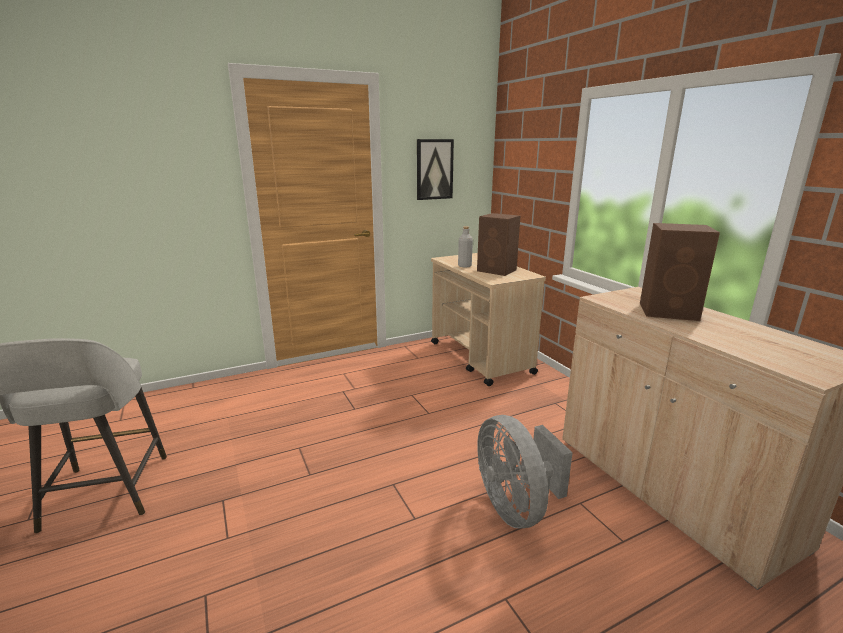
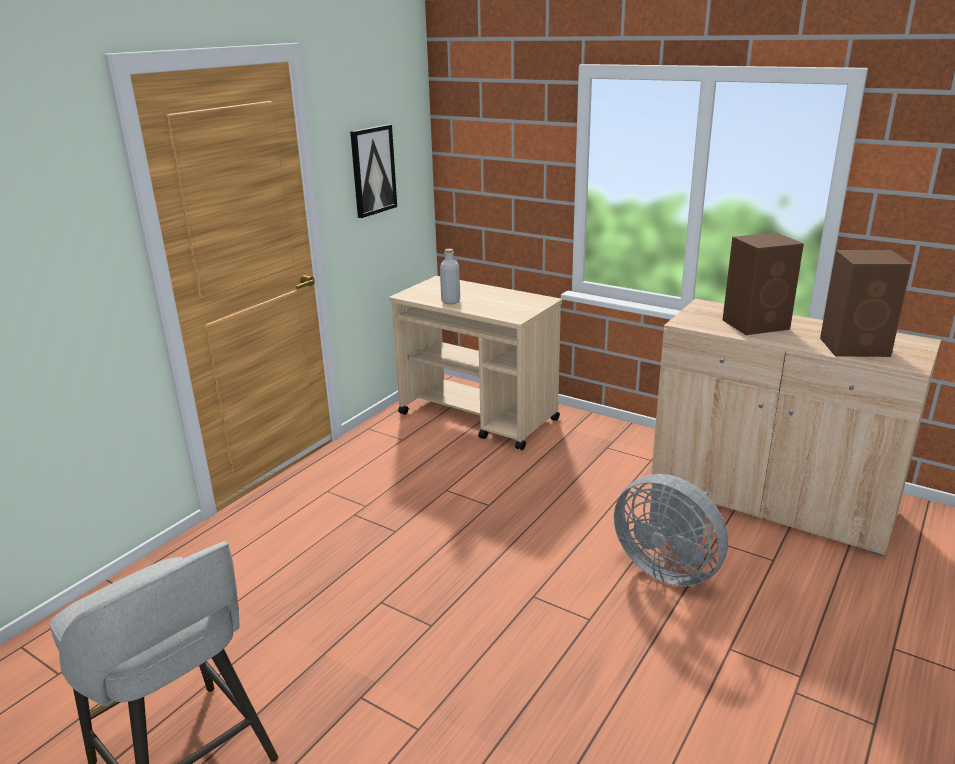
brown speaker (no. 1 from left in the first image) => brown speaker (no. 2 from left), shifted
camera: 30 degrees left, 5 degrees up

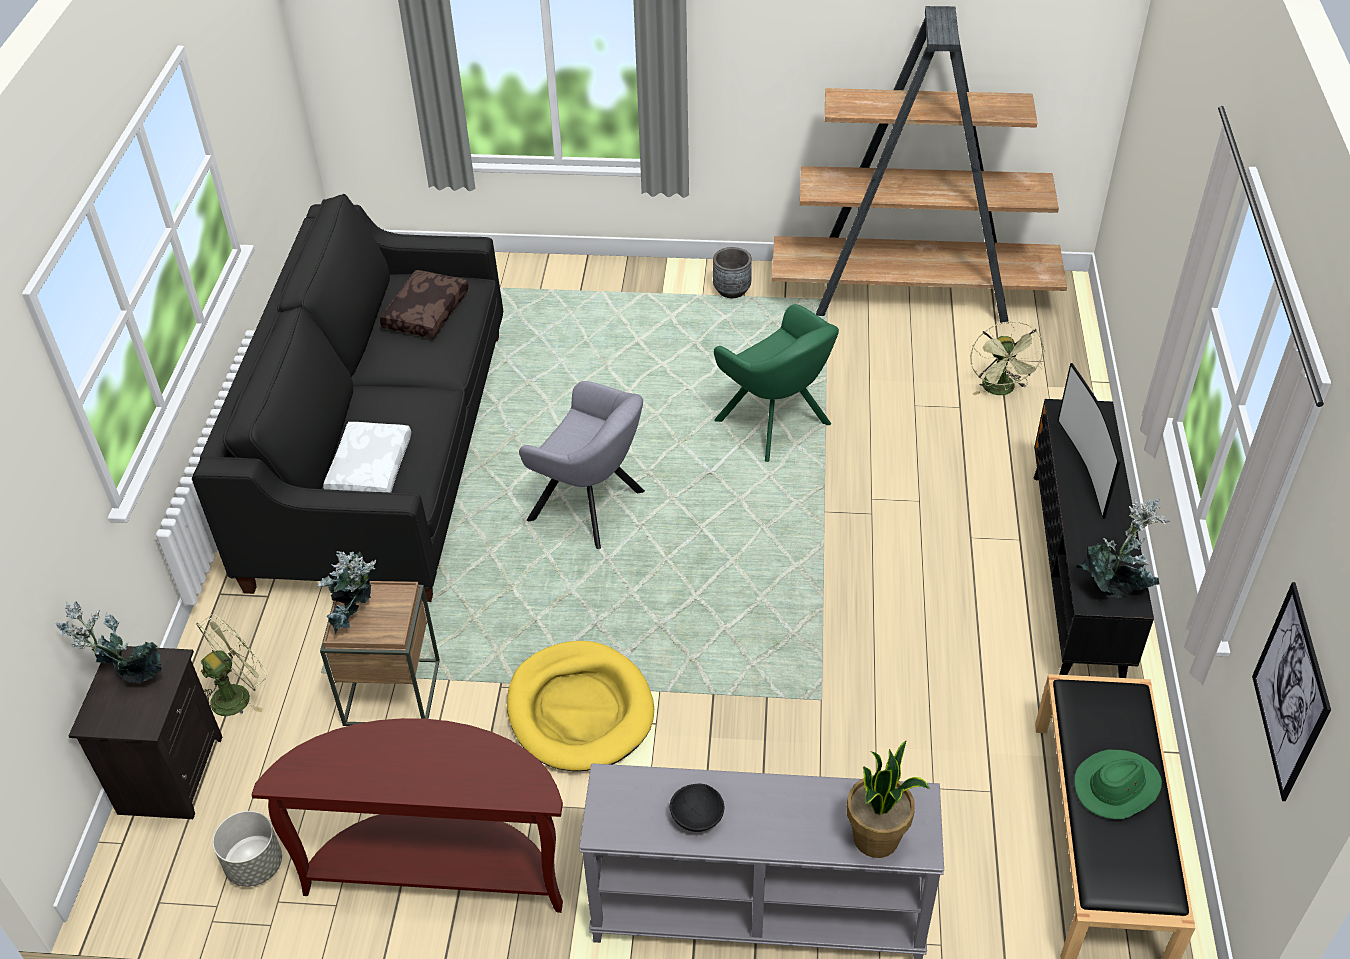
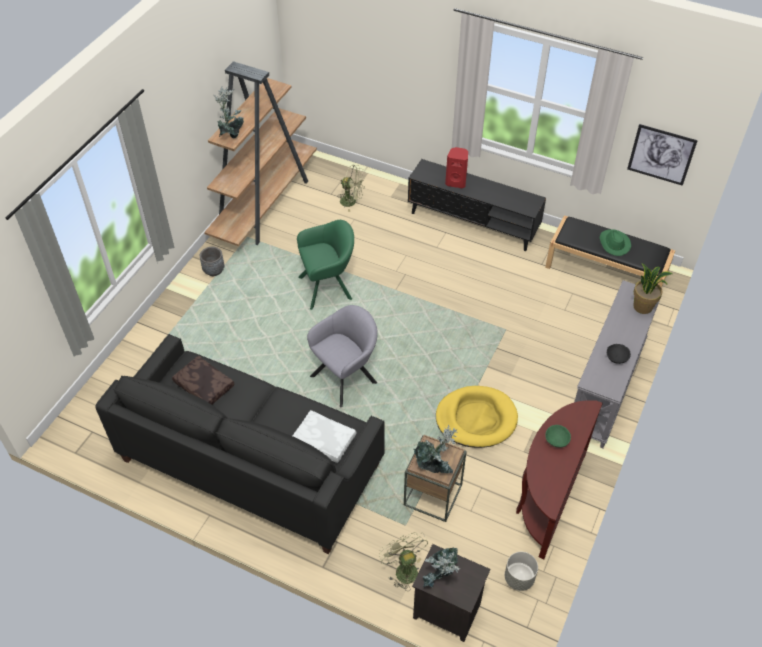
nothing => green bowl
potted plant (no. 4 from left in the first image) => potted plant (no. 1 from left), shifted
television => red speaker
camera: 70 degrees left, 5 degrees up

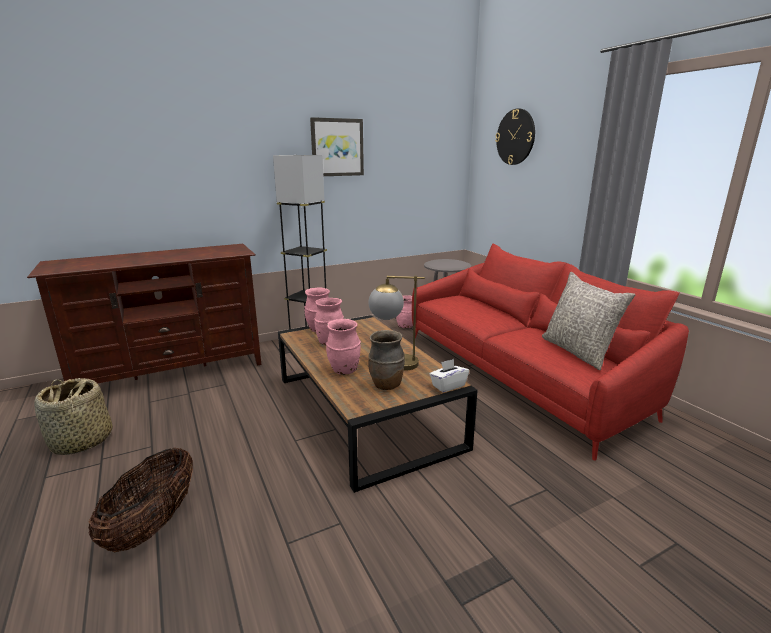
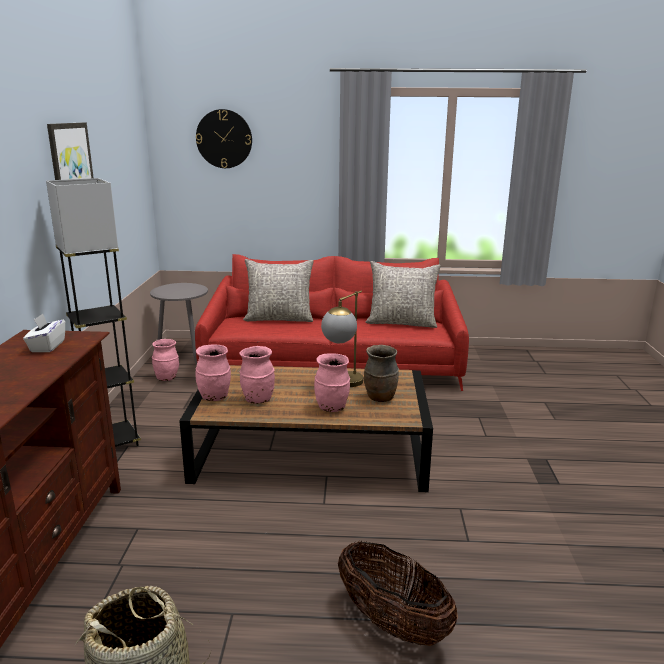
nothing => grey pillow (no. 1 from left)
white tissue box, shifted
camera: 60 degrees left, 0 degrees up

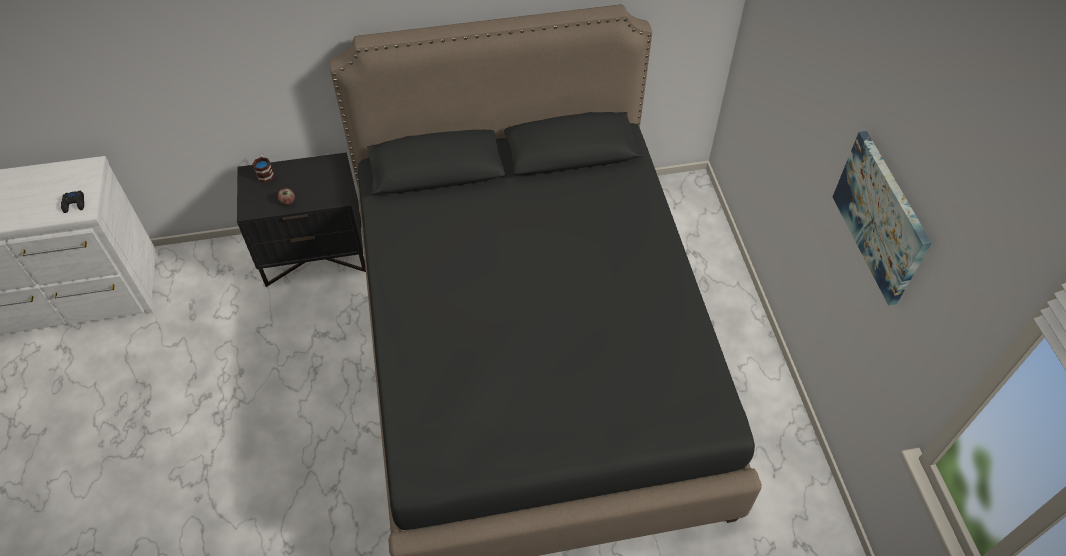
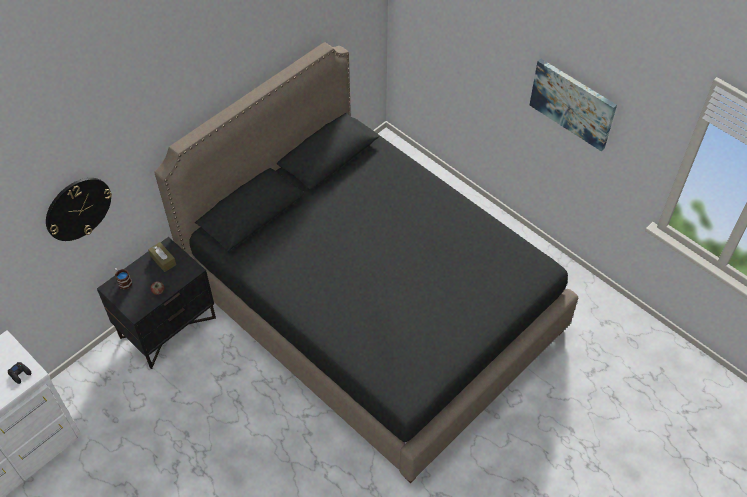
nothing => wall clock
nothing => brown tissue box
camera: 35 degrees left, 0 degrees up

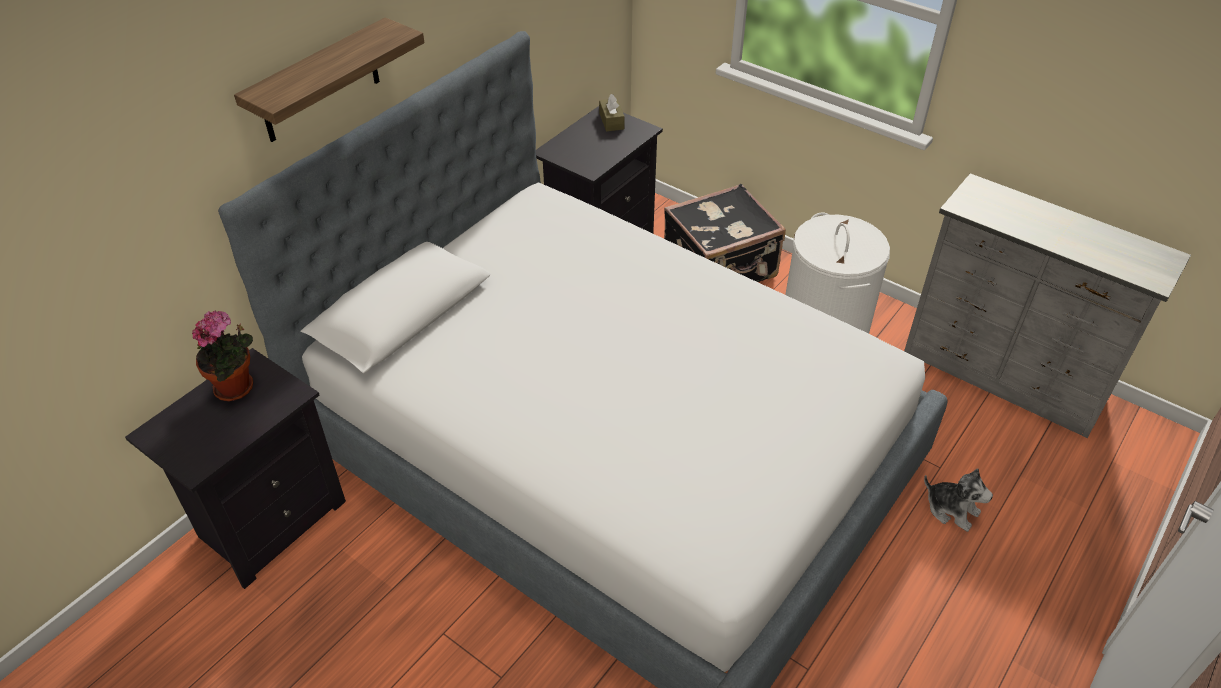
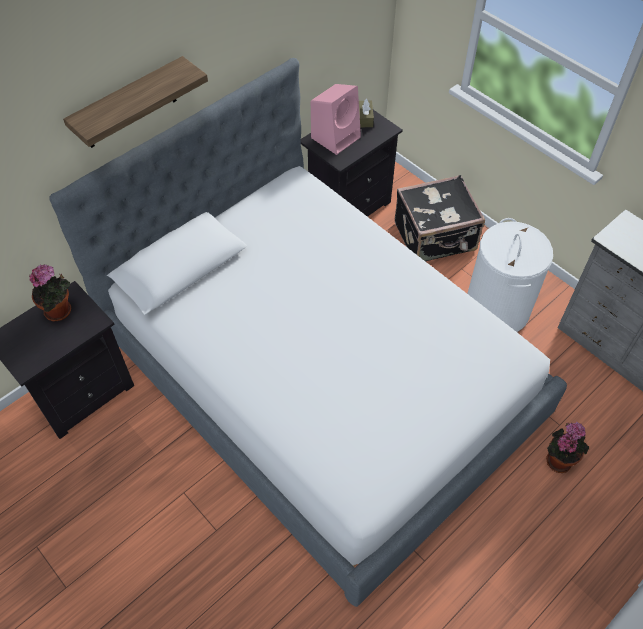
nothing => pink speaker
plush toy => potted plant (no. 2 from left)
camera: 10 degrees right, 10 degrees up

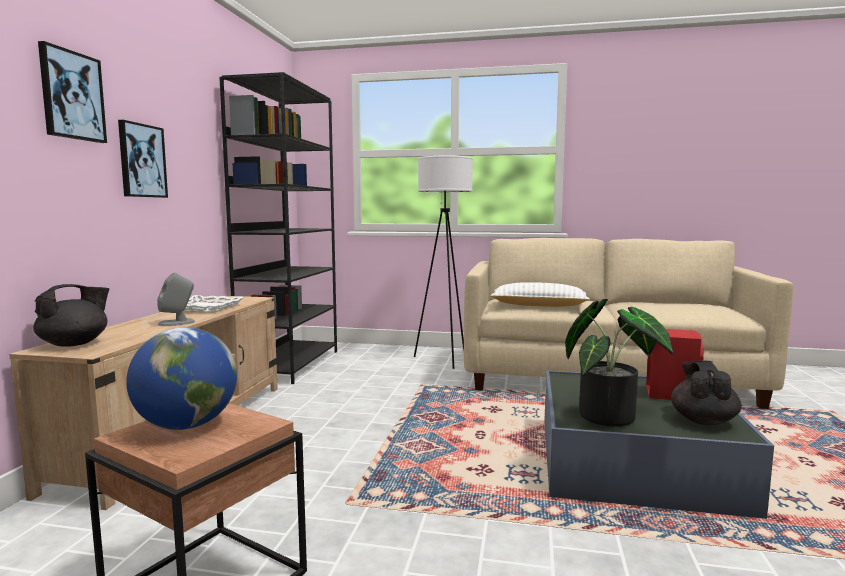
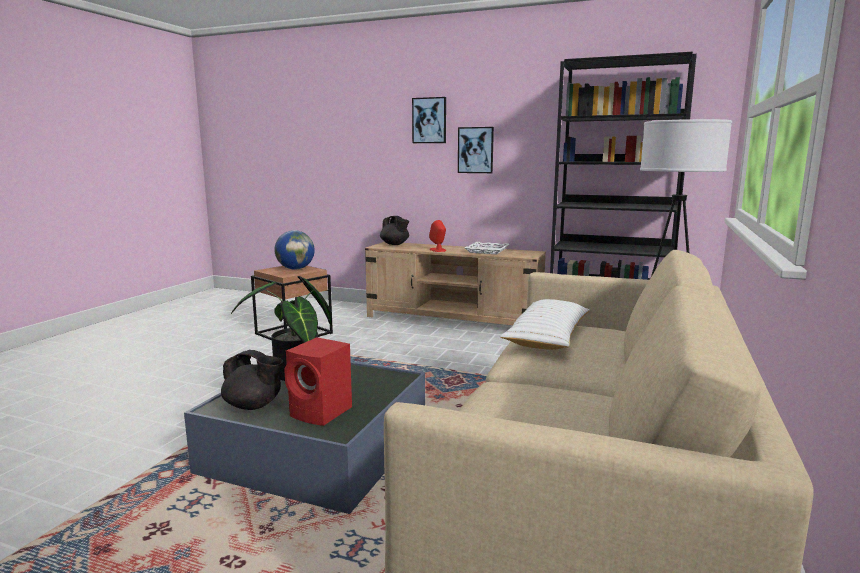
grey speaker => red speaker (no. 2 from left)
camera: 100 degrees right, 5 degrees up

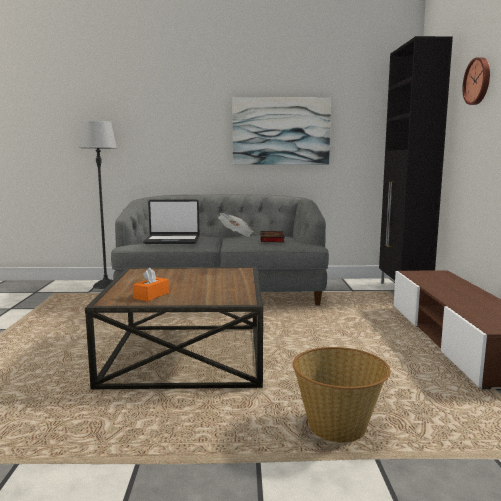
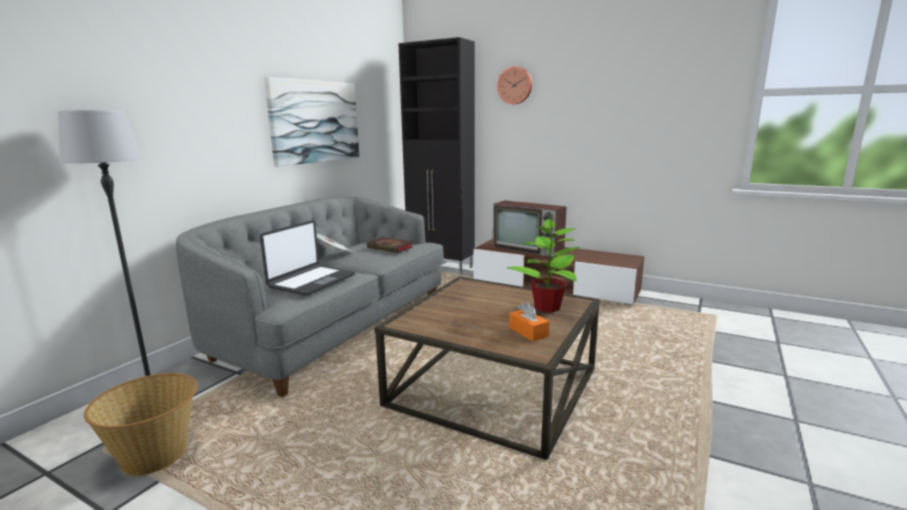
nothing => television
nothing => potted plant
basket, shifted
camera: 60 degrees left, 5 degrees up

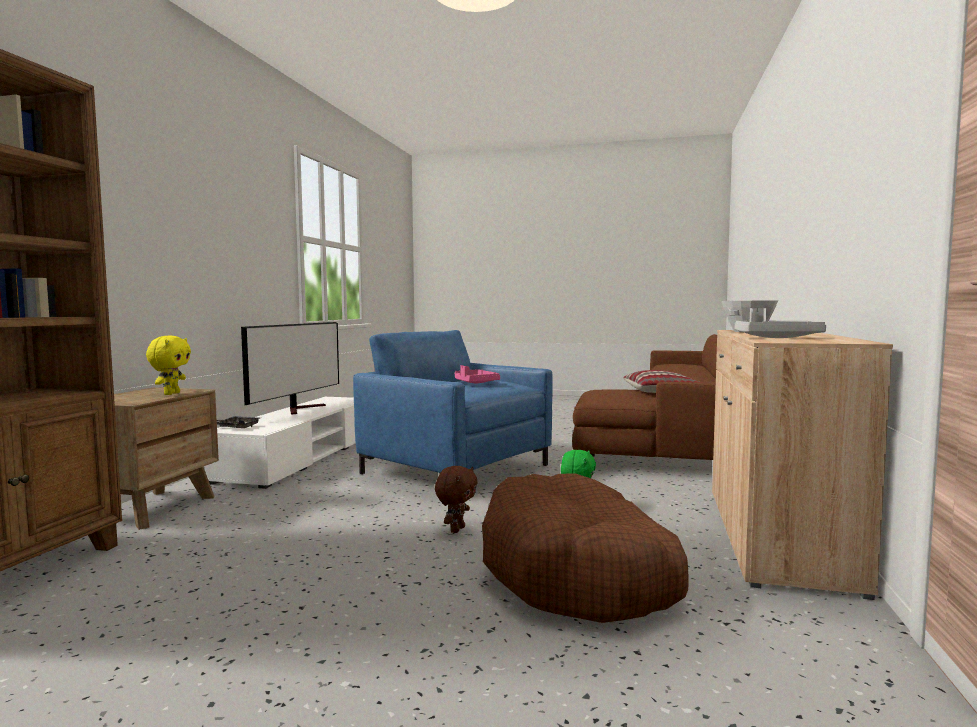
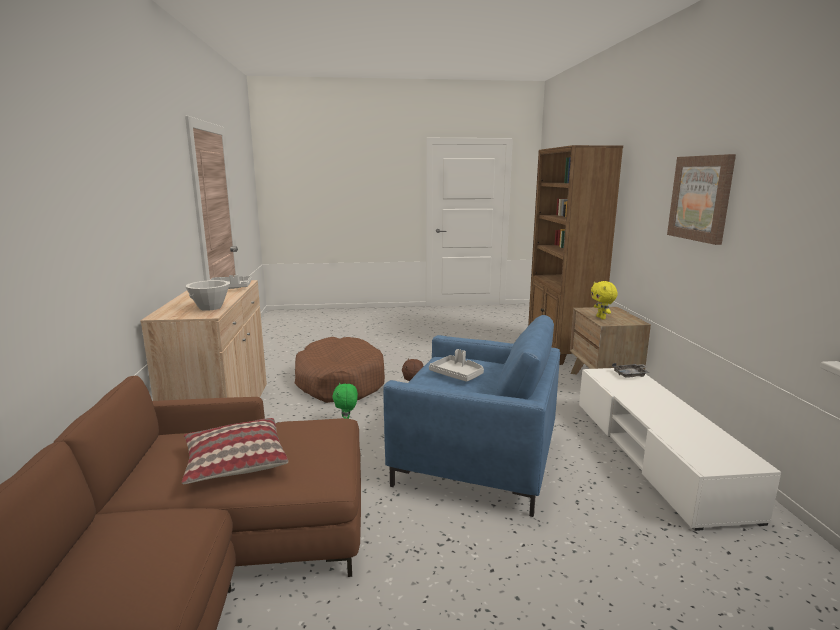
television => nothing
nothing => picture
pink tray => grey tray (no. 2 from left)
camera: 160 degrees right, 10 degrees up

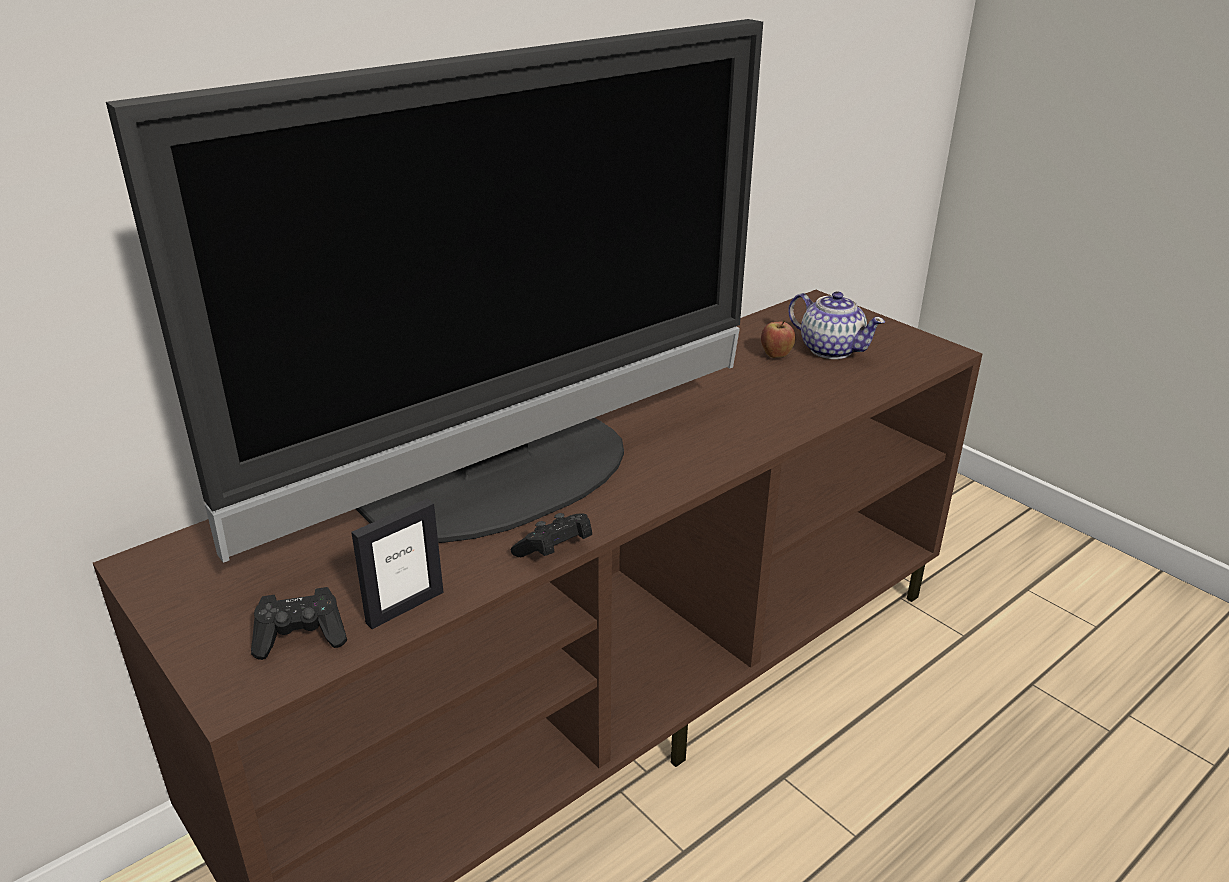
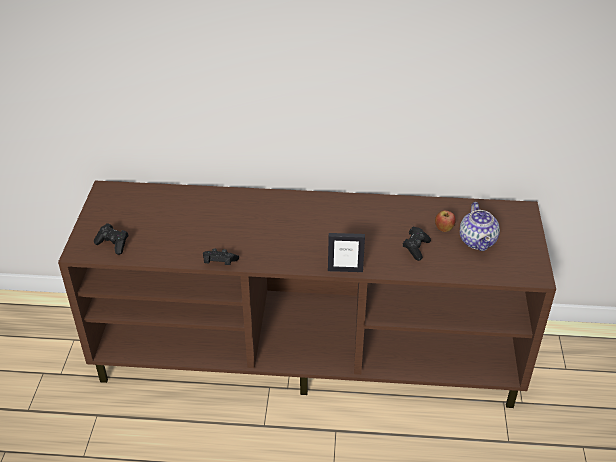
television => nothing
nothing => black game controller (no. 3 from left)
picture frame, shifted
camera: 45 degrees right, 10 degrees up

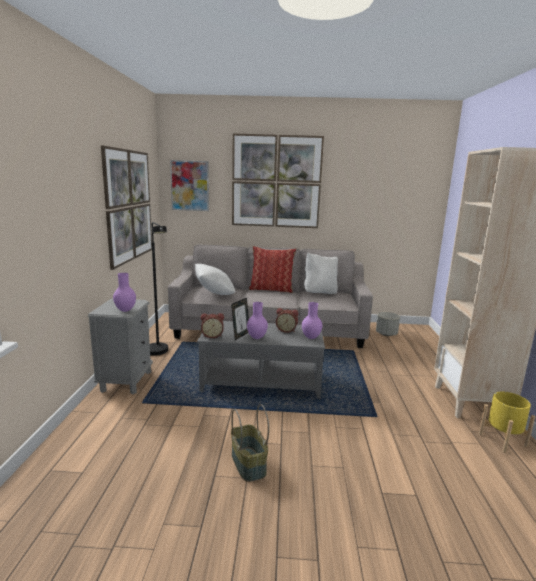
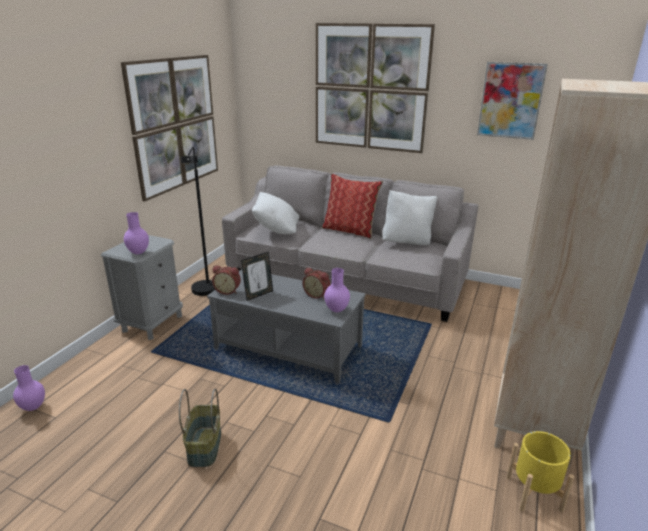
grey planter => nothing
picture (no. 2 from left in the first image) => picture (no. 3 from left), shifted
purple vase (no. 2 from left in the first image) => purple vase (no. 1 from left), shifted
camera: 20 degrees right, 10 degrees up

